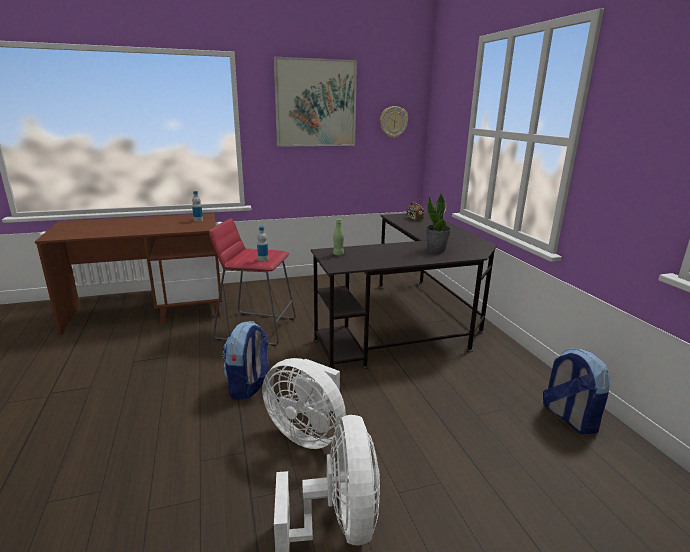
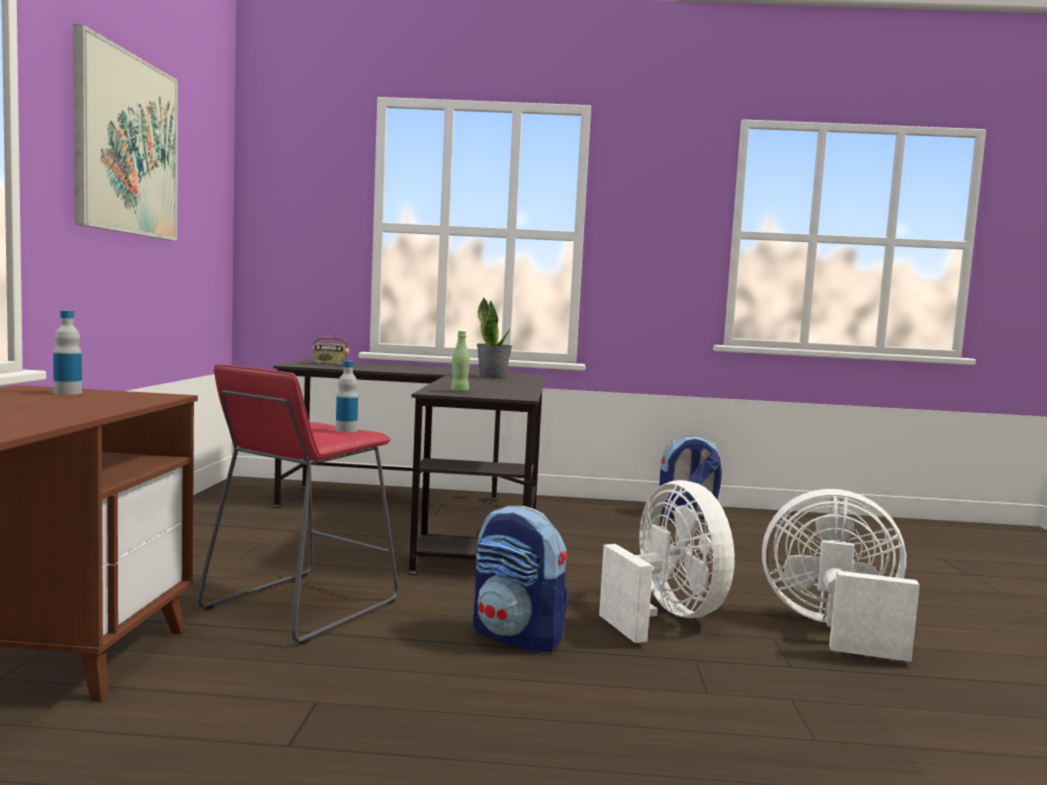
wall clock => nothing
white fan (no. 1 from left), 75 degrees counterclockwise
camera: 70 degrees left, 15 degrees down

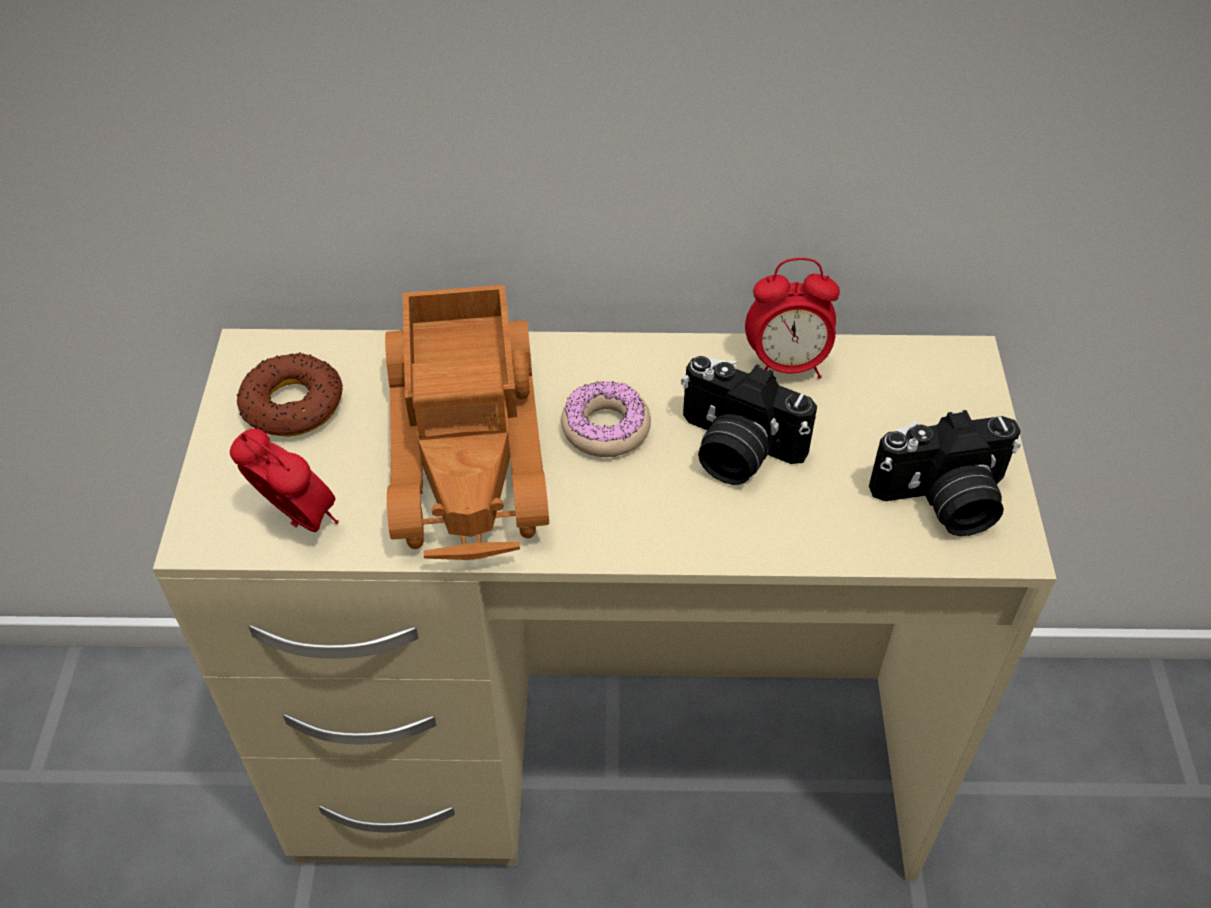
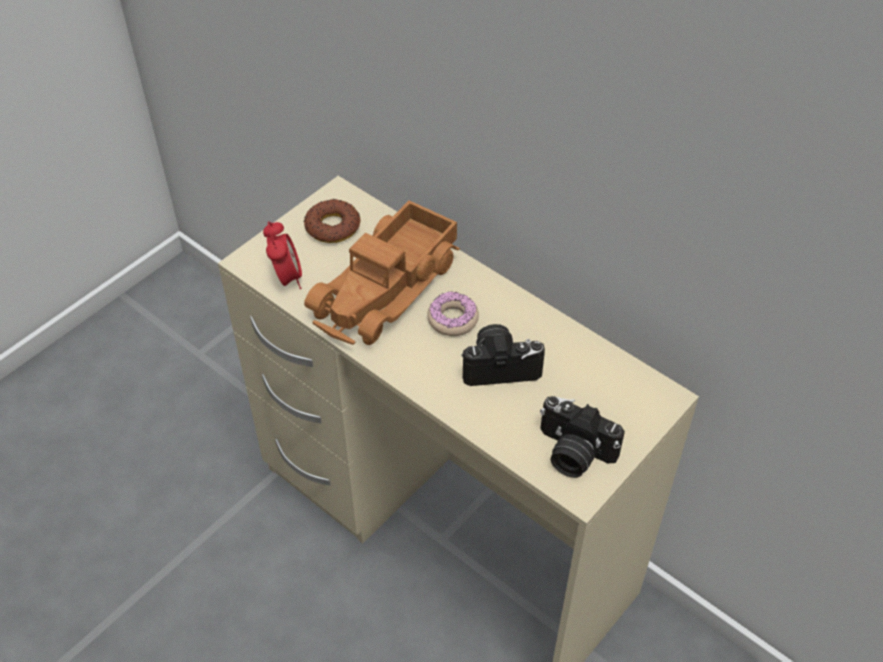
alarm clock (no. 2 from left) => nothing
photo camera (no. 1 from left), 105 degrees clockwise
camera: 40 degrees right, 0 degrees up

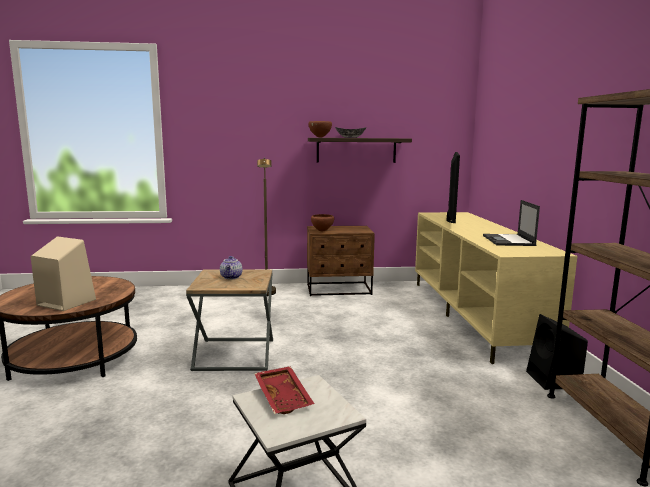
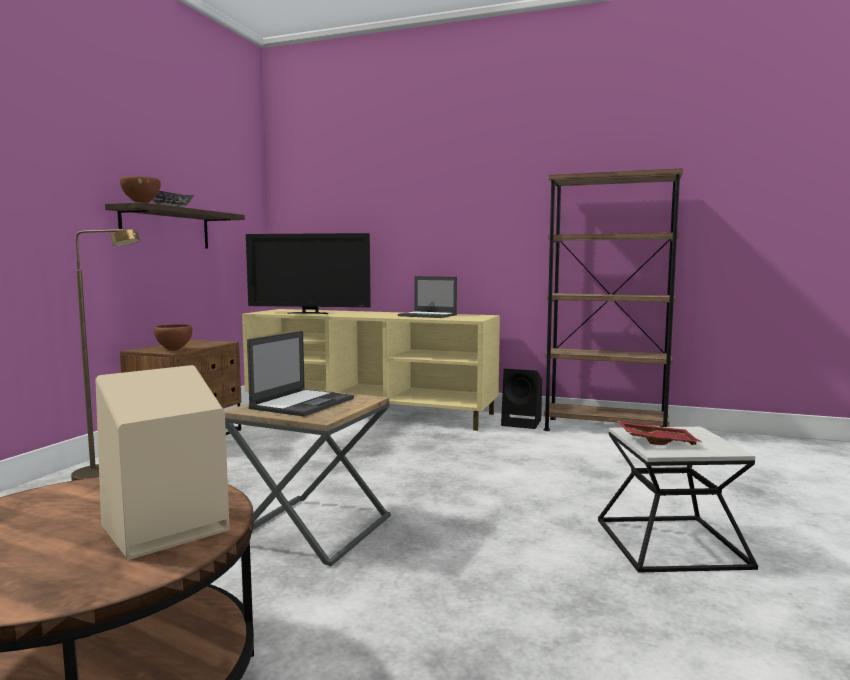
teapot => laptop (no. 1 from left)
television, 150 degrees clockwise
camera: 65 degrees left, 5 degrees down

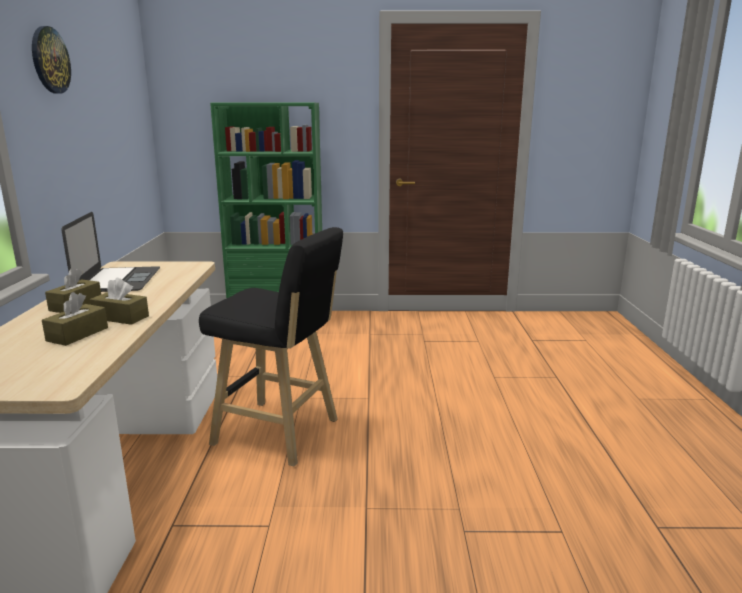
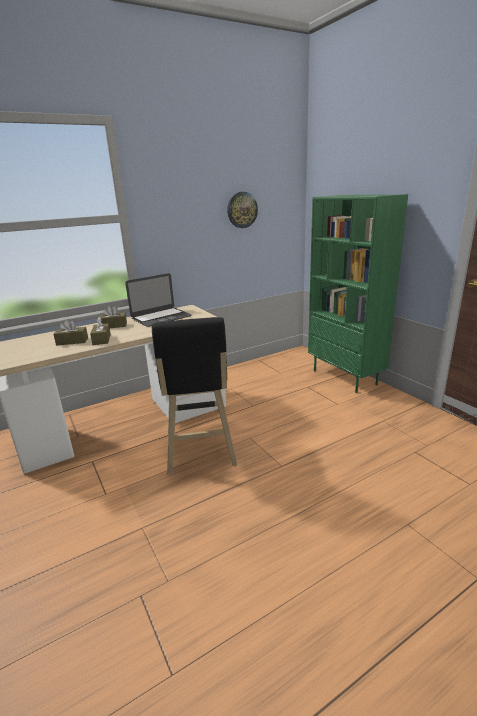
wall clock, shifted
camera: 60 degrees right, 5 degrees up

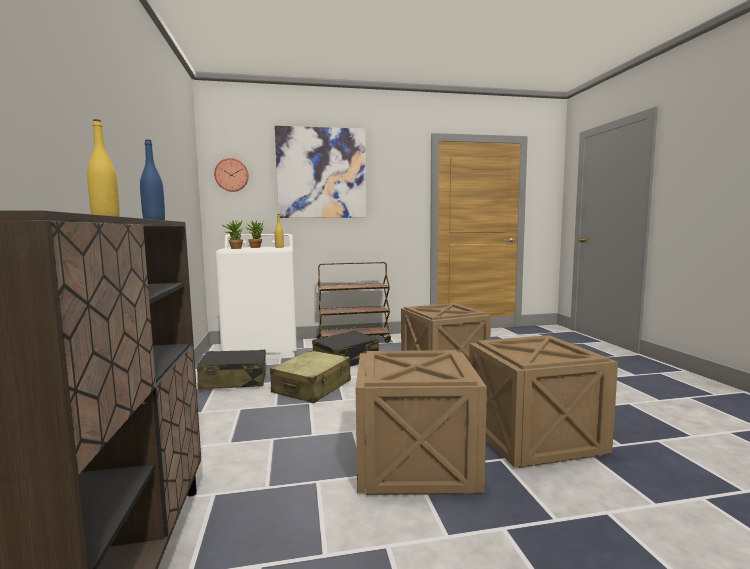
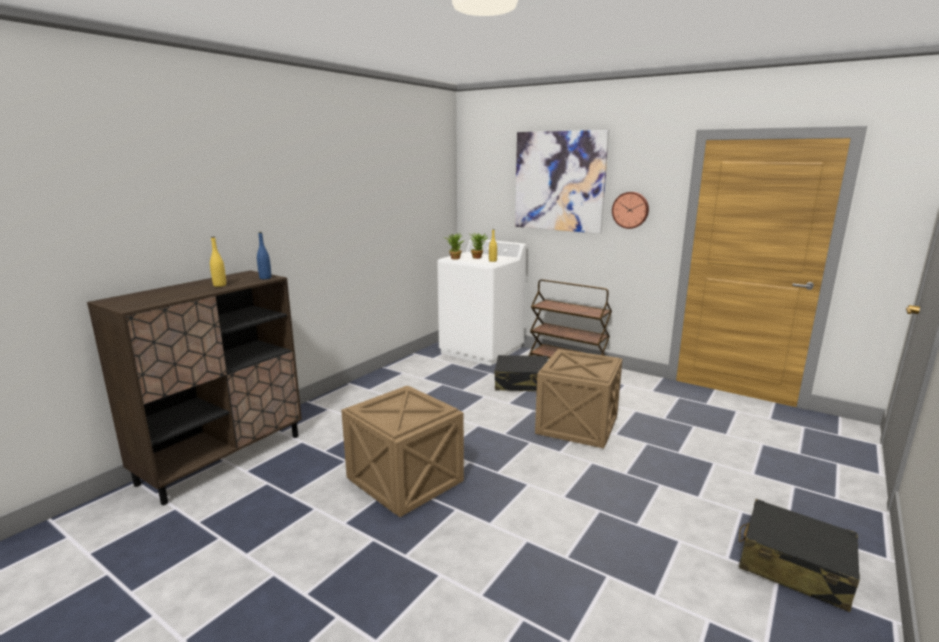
beige suitcase => nothing
crate (no. 3 from left) => nothing
black suitcase (no. 1 from left in the first image) => black suitcase (no. 2 from left), shifted
wall clock, shifted
camera: 45 degrees right, 10 degrees up

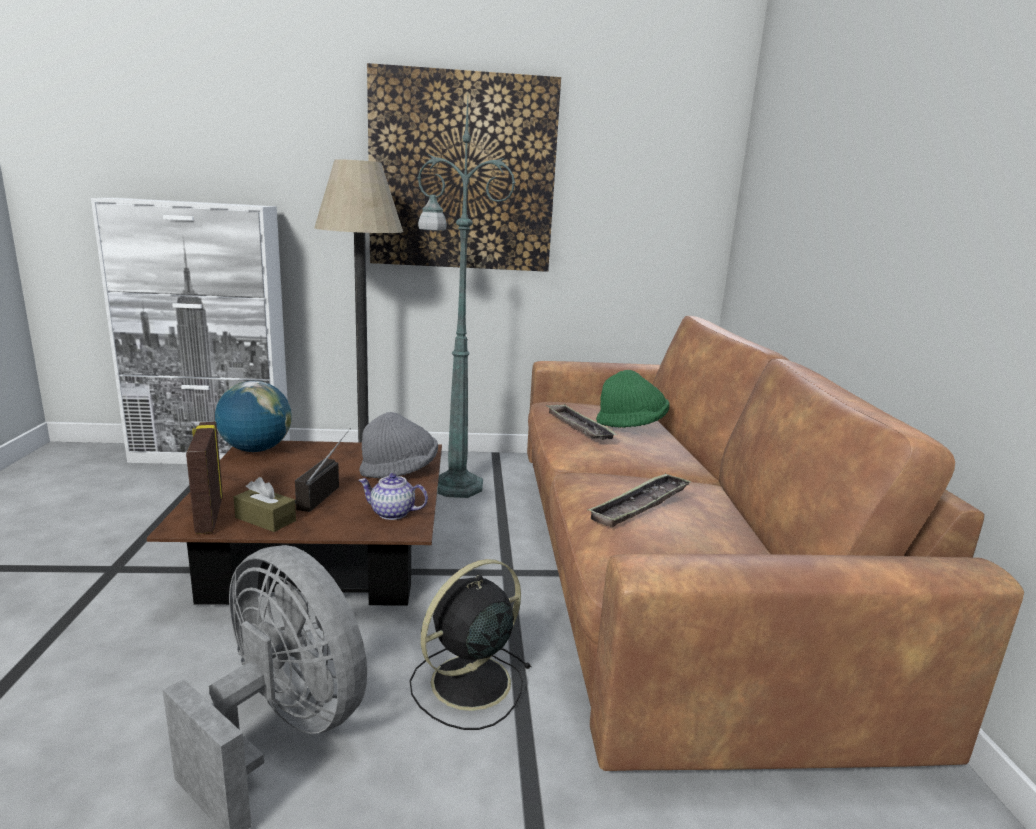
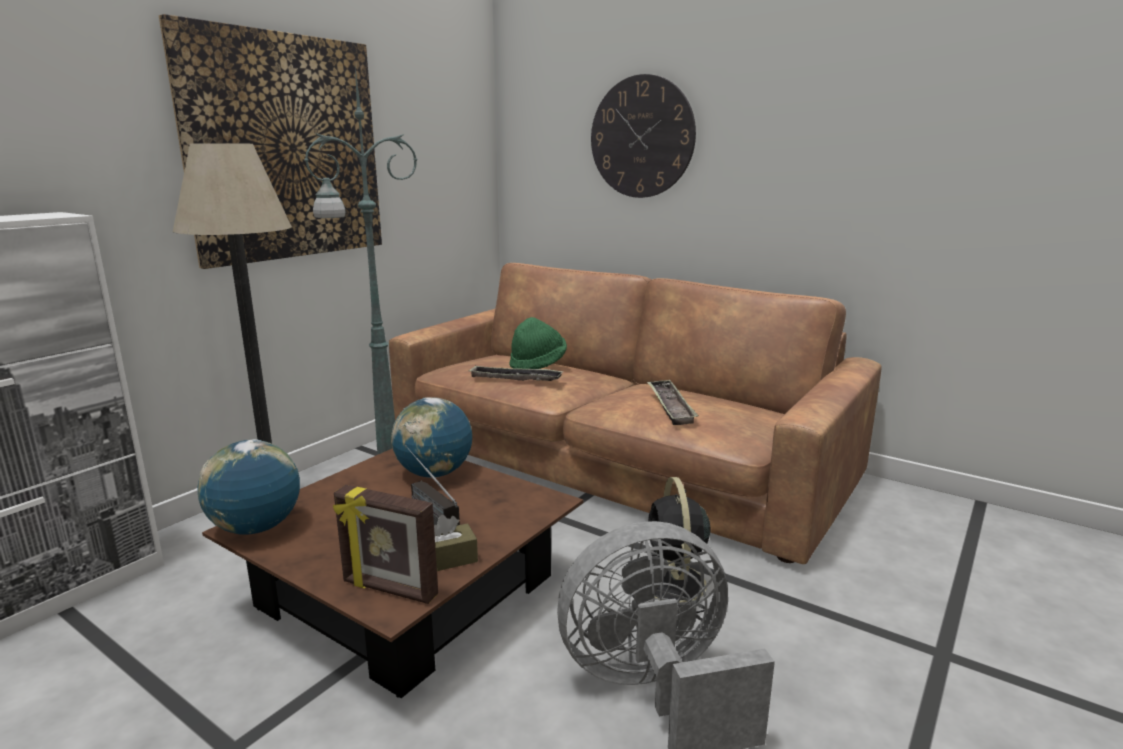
teapot => nothing
nothing => wall clock
grey hat => globe (no. 2 from left)
camera: 50 degrees left, 0 degrees up

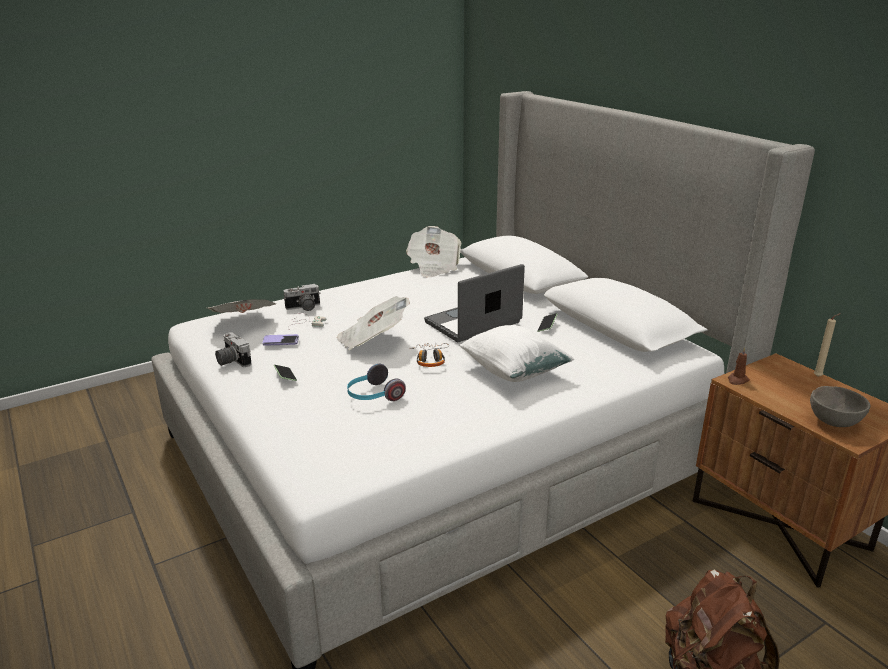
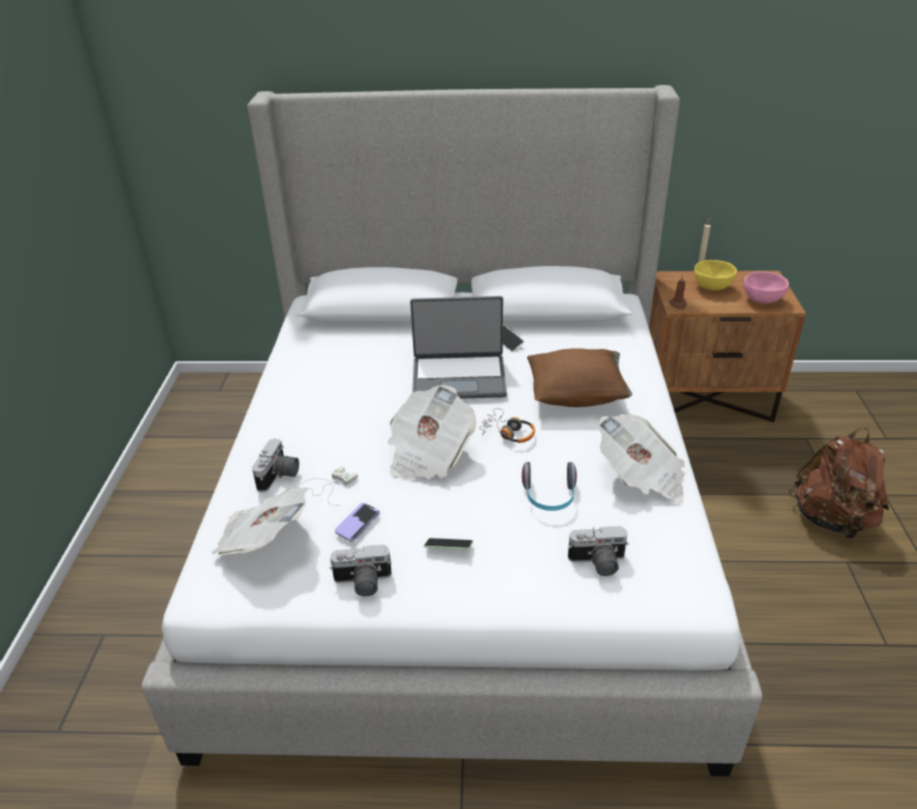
nothing => photo camera (no. 3 from left)
nothing => yellow bowl
newspaper (no. 3 from left), shifted
white pillow => brown pillow
grey bowl => pink bowl
laptop, 90 degrees counterclockwise
camera: 55 degrees left, 10 degrees up

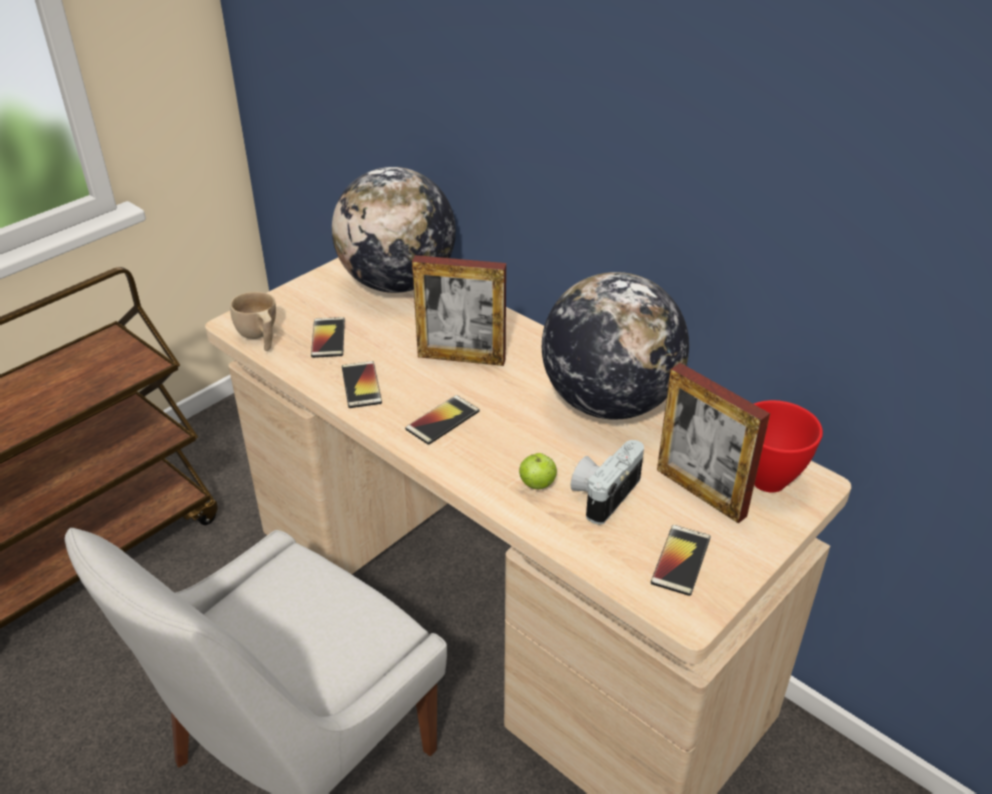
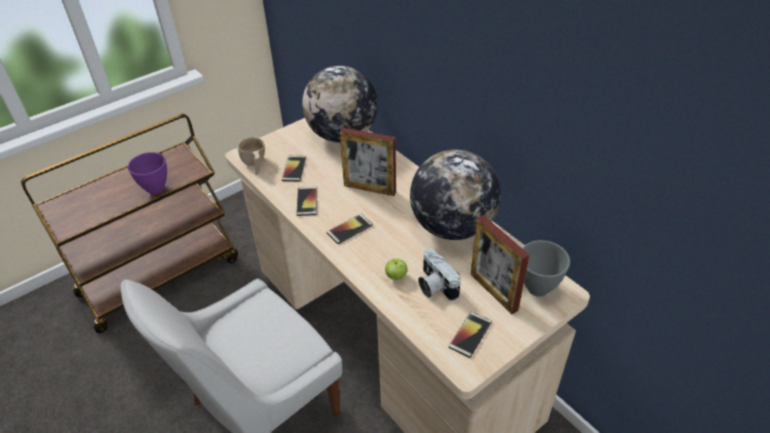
nothing => purple bowl
red bowl => grey bowl
photo camera, 75 degrees counterclockwise
camera: 10 degrees right, 5 degrees up

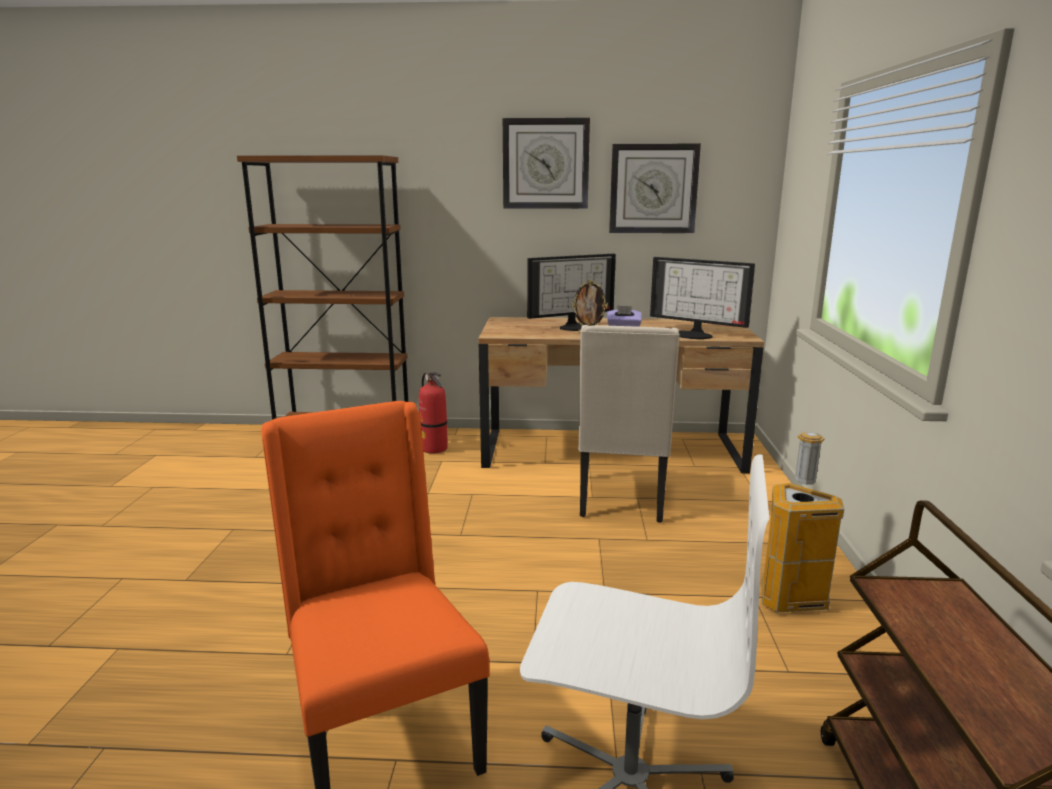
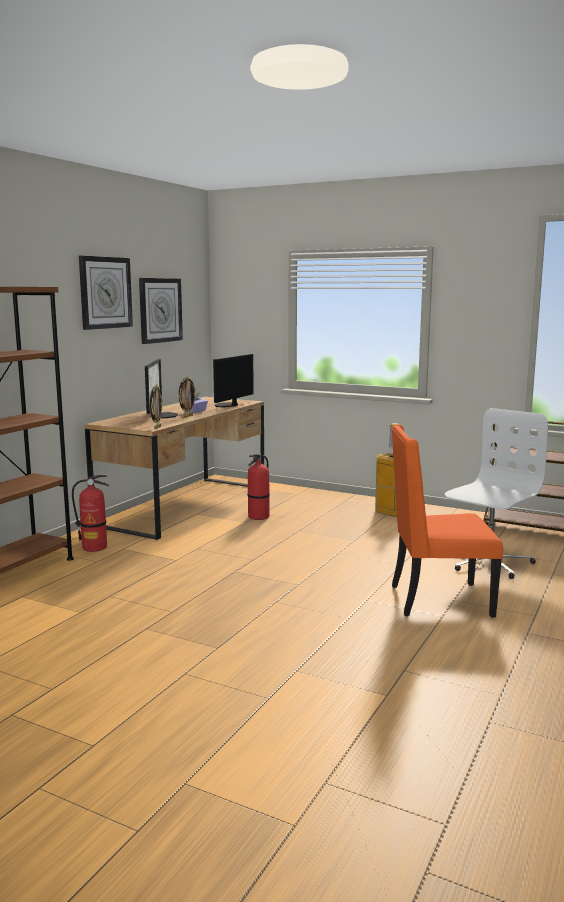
nothing => picture frame (no. 1 from left)
beige chair => fire extinguisher (no. 2 from left)
monitor (no. 2 from left), 150 degrees clockwise
camera: 65 degrees left, 5 degrees down

